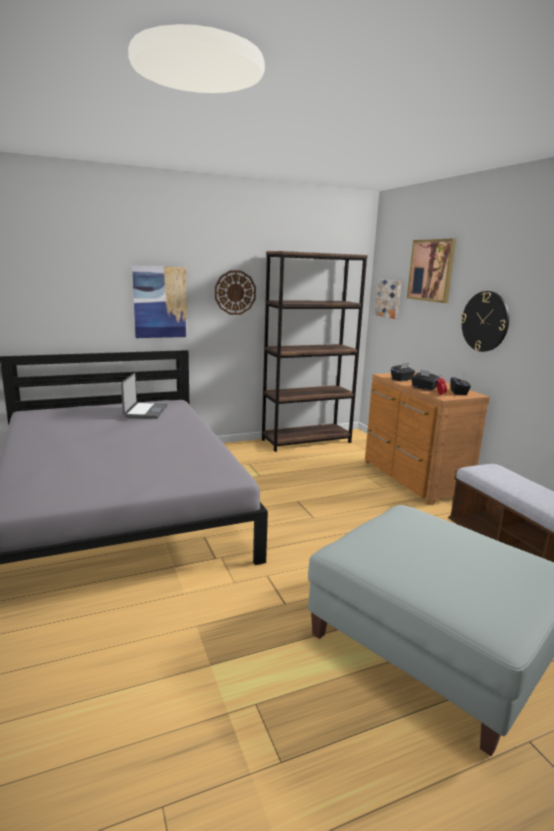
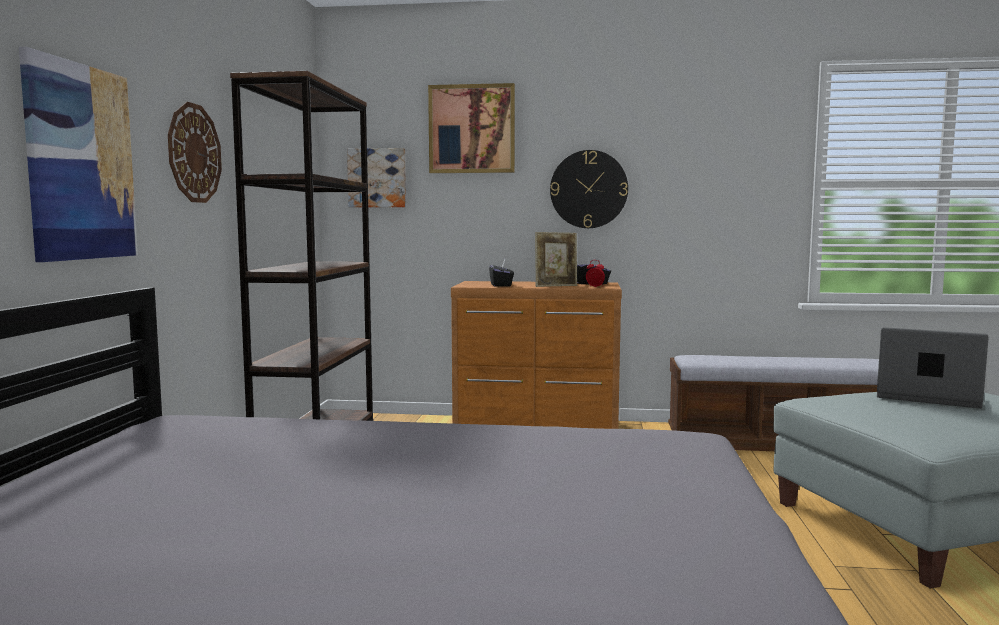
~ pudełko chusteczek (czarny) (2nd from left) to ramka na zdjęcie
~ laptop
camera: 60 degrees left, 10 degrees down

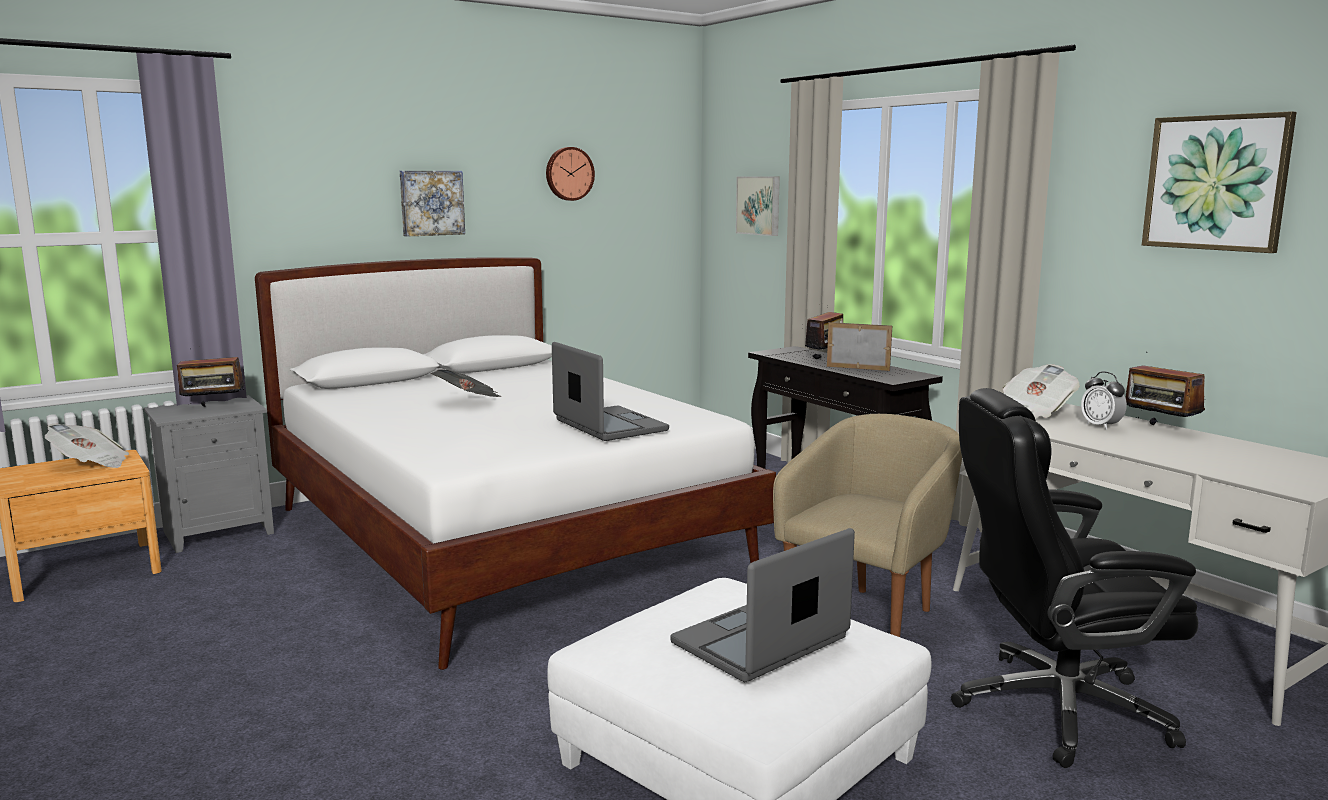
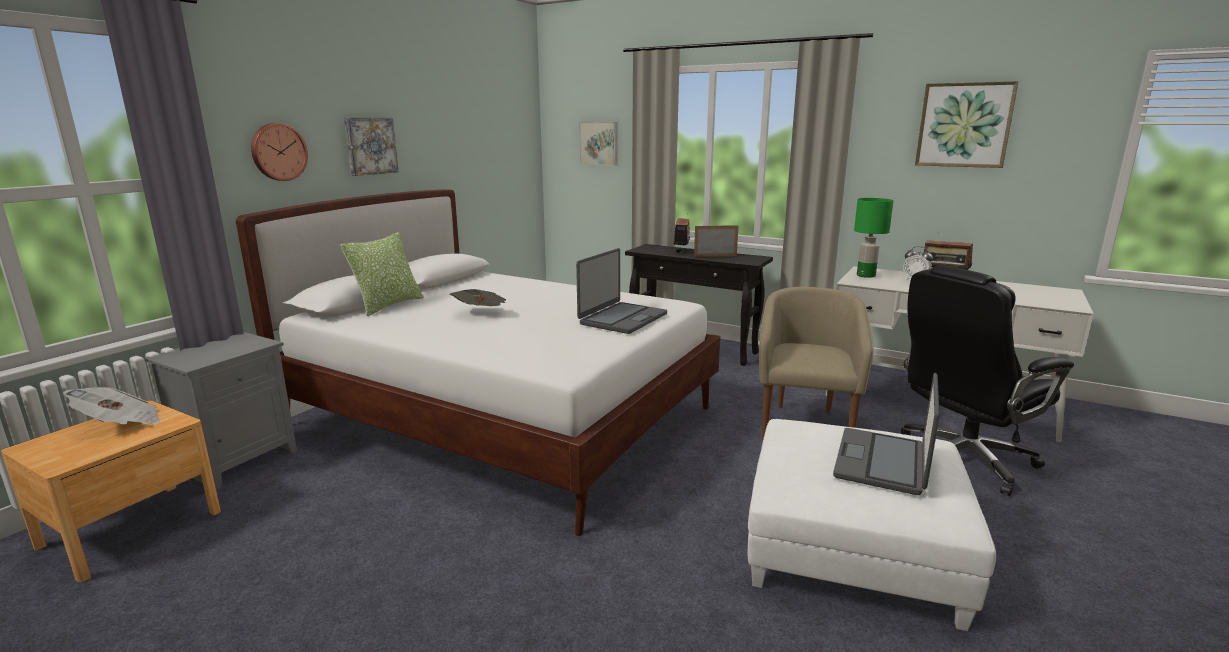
~ zegar ścienny
+ poduszka
~ laptop (1st from left) 90 degrees clockwise
~ gazeta (3rd from left) to lampa stołowa (zielony)
- radio (1st from left)
camera: 25 degrees left, 5 degrees up

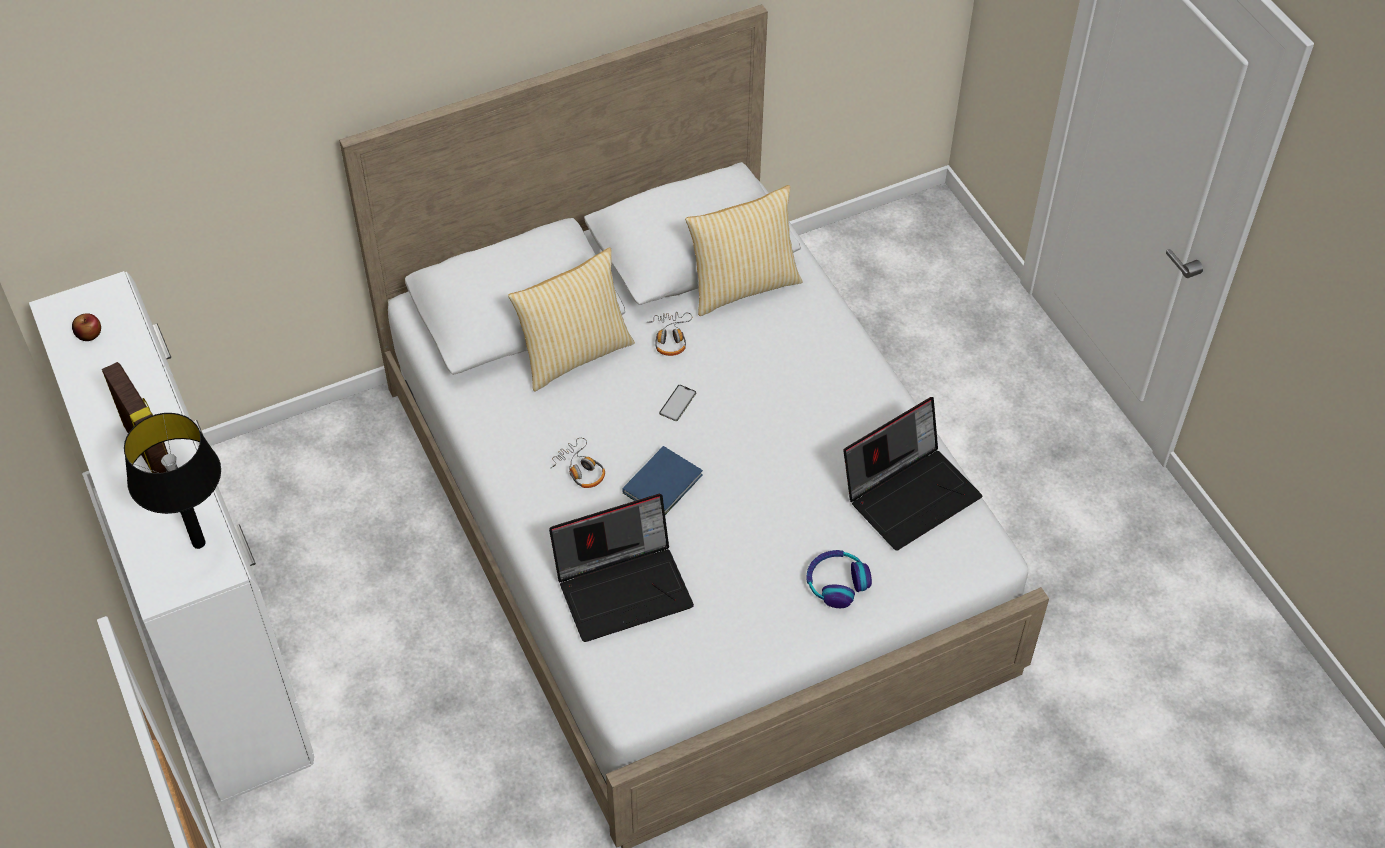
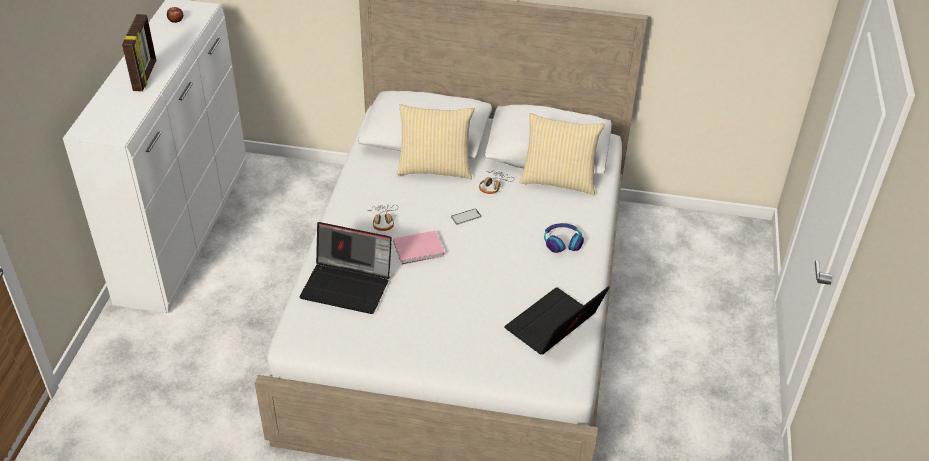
~ książka (niebieski) to książka (różowy)
~ laptop (2nd from left) 135 degrees clockwise
~ słuchawki (3rd from left)
- lampa stołowa (czarny)
camera: 35 degrees right, 10 degrees down

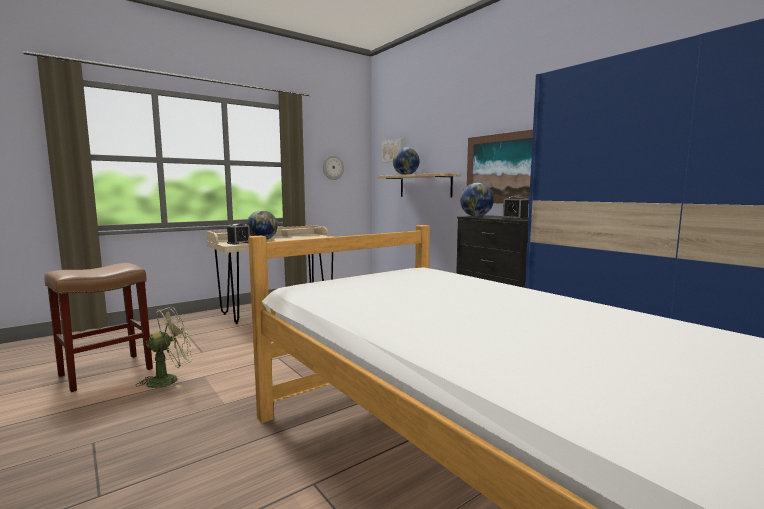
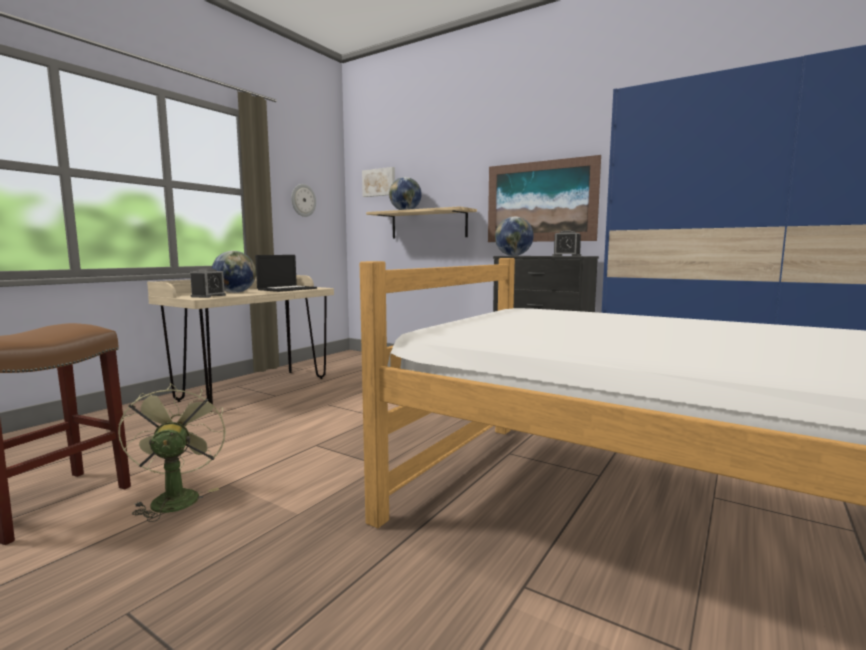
~ wentylator (zielony) 45 degrees counterclockwise
+ laptop
camera: 20 degrees left, 0 degrees up

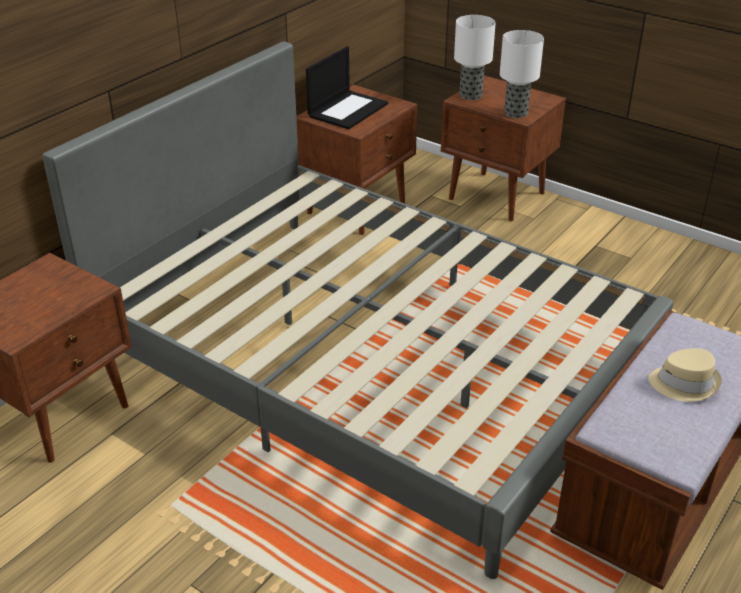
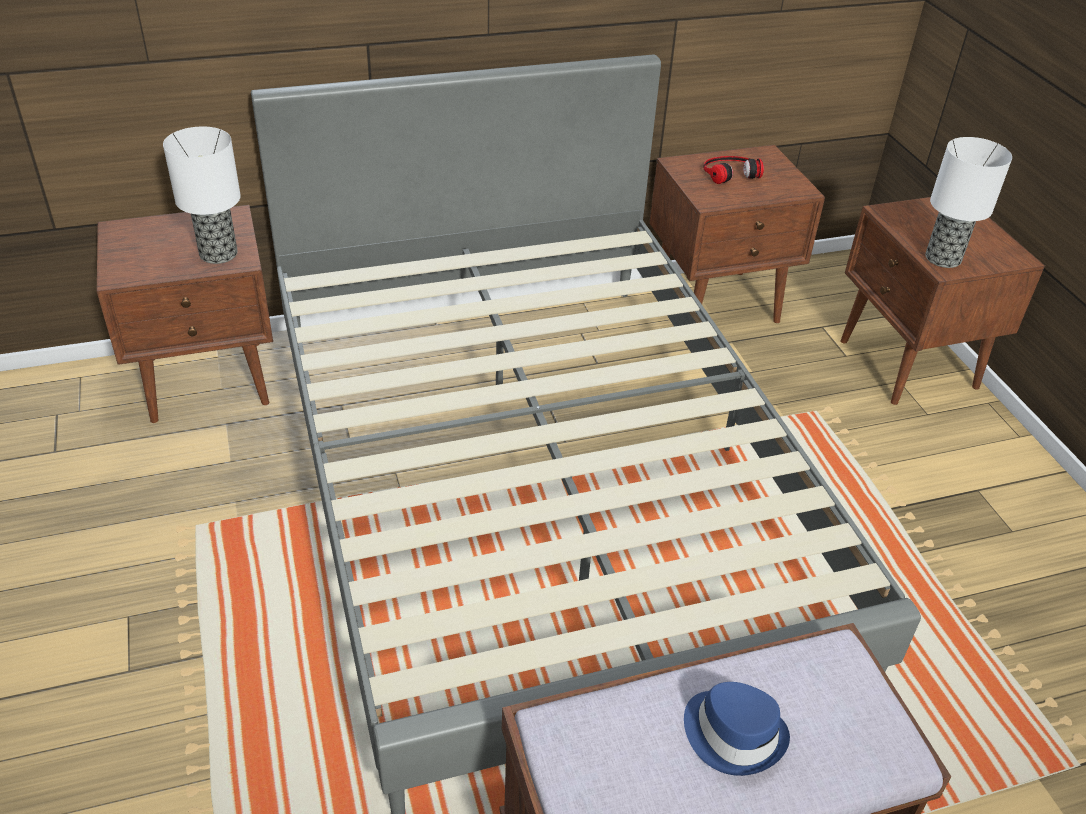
~ lampa stołowa (1st from left)
~ kapelusz (beżowy) to kapelusz (niebieski)
~ laptop to słuchawki
camera: 35 degrees right, 5 degrees up

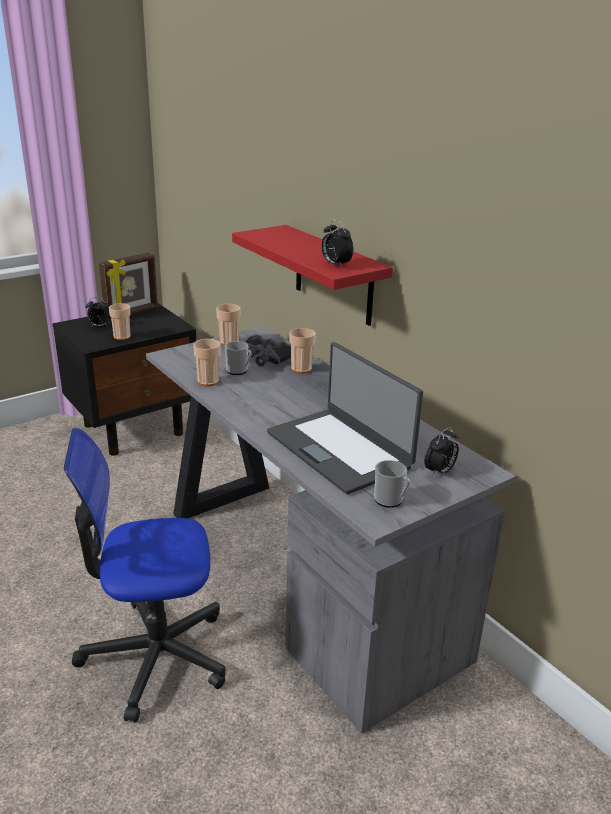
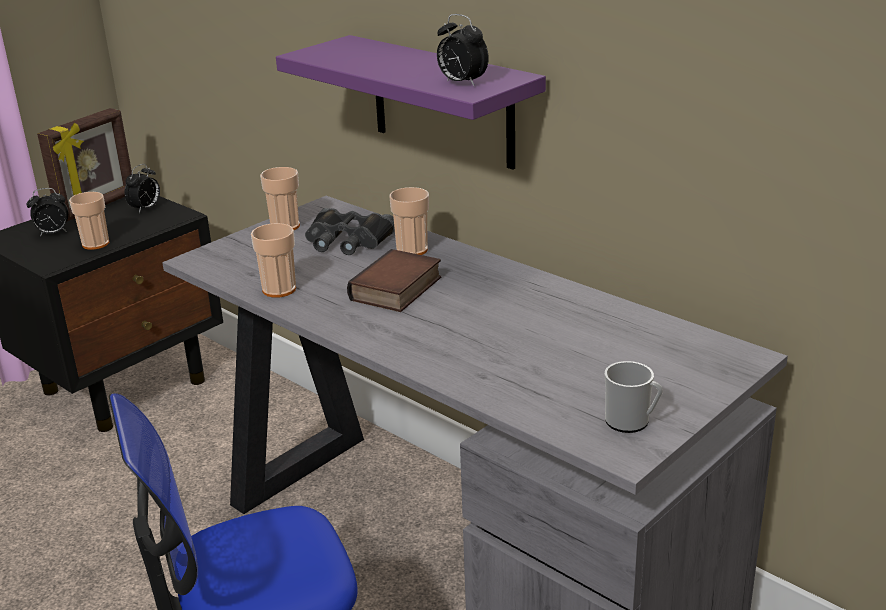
~ budzik (3rd from left in the first image) to budzik (2nd from left)
~ półka (czerwony) to półka (fioletowy)
+ książka
- kubek (1st from left)
- laptop
camera: 10 degrees left, 0 degrees up

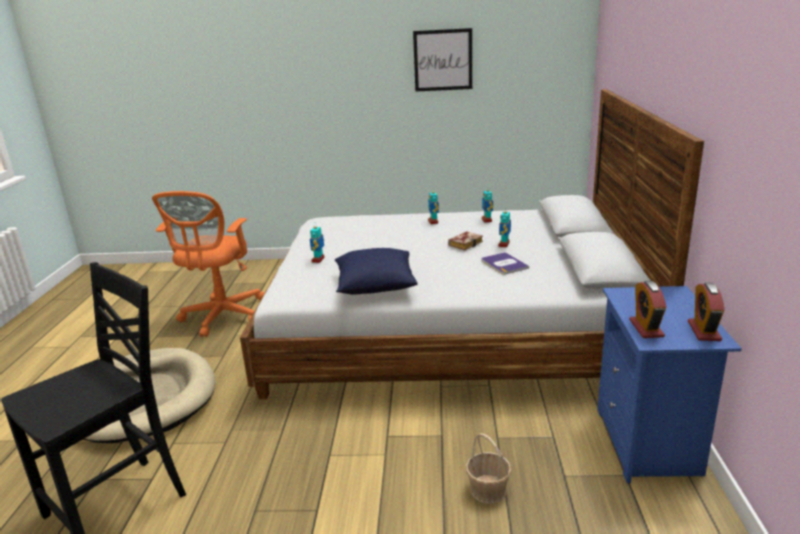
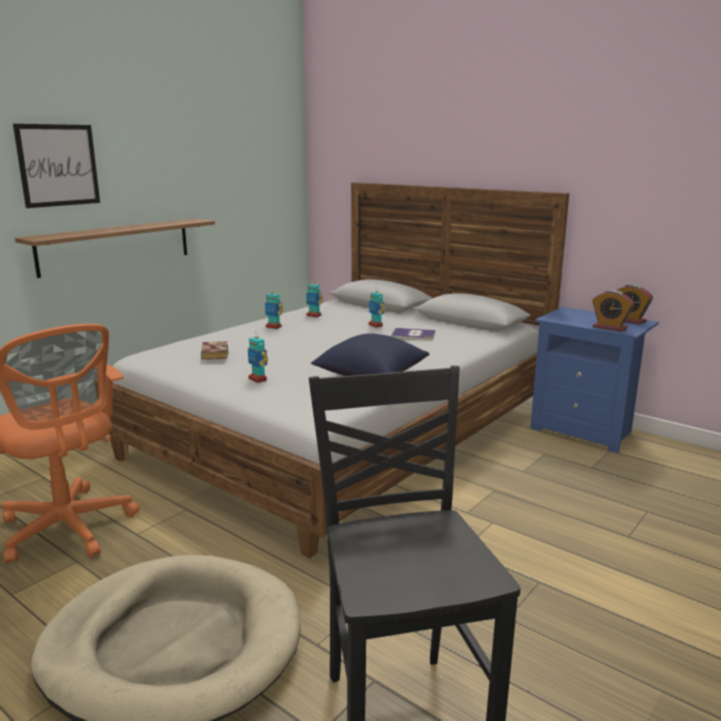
~ obraz
+ półka
~ książka (1st from left)
- koszyk
camera: 55 degrees left, 5 degrees down

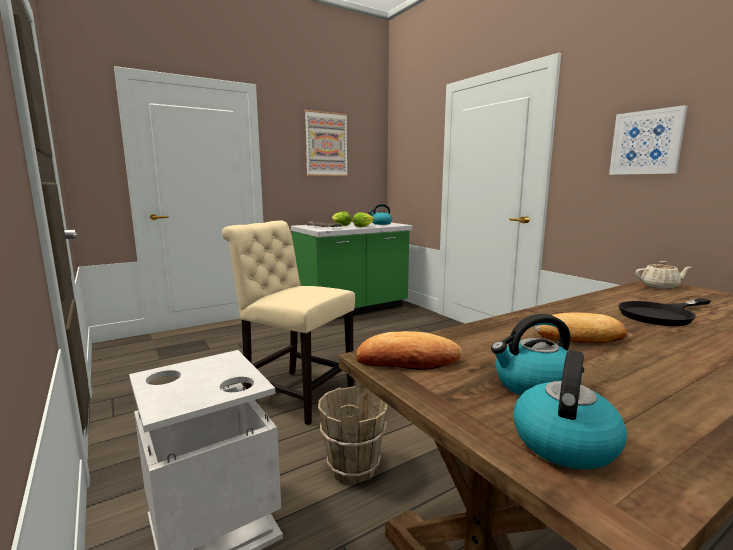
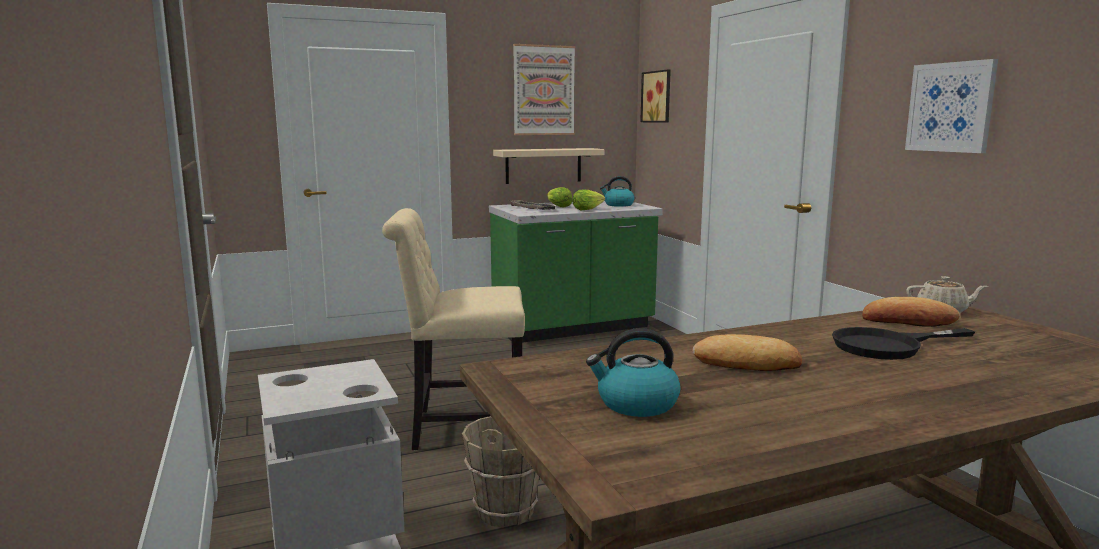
~ krzesło (beżowy) 45 degrees counterclockwise
+ półka (beżowy)
+ obraz (2nd from left)
~ chleb (1st from left in the first image) to chleb (2nd from left)
- czajnik (3rd from left)
camera: 10 degrees right, 0 degrees up

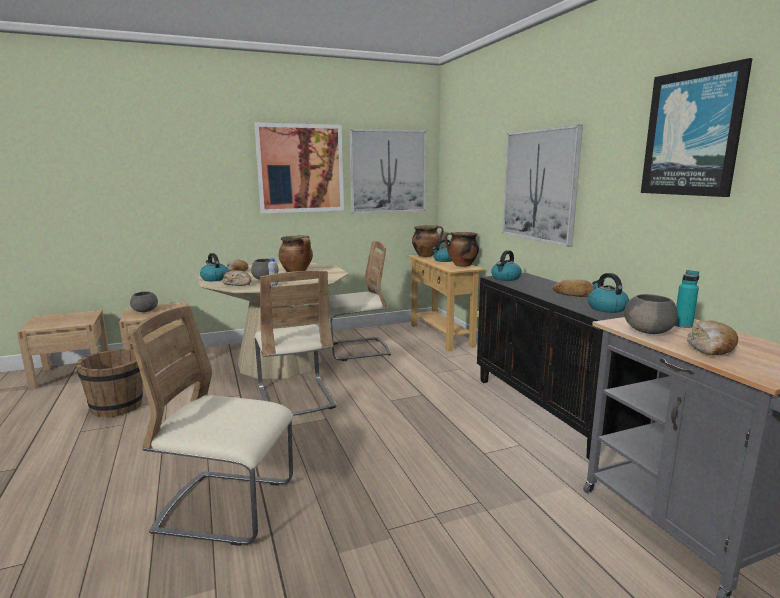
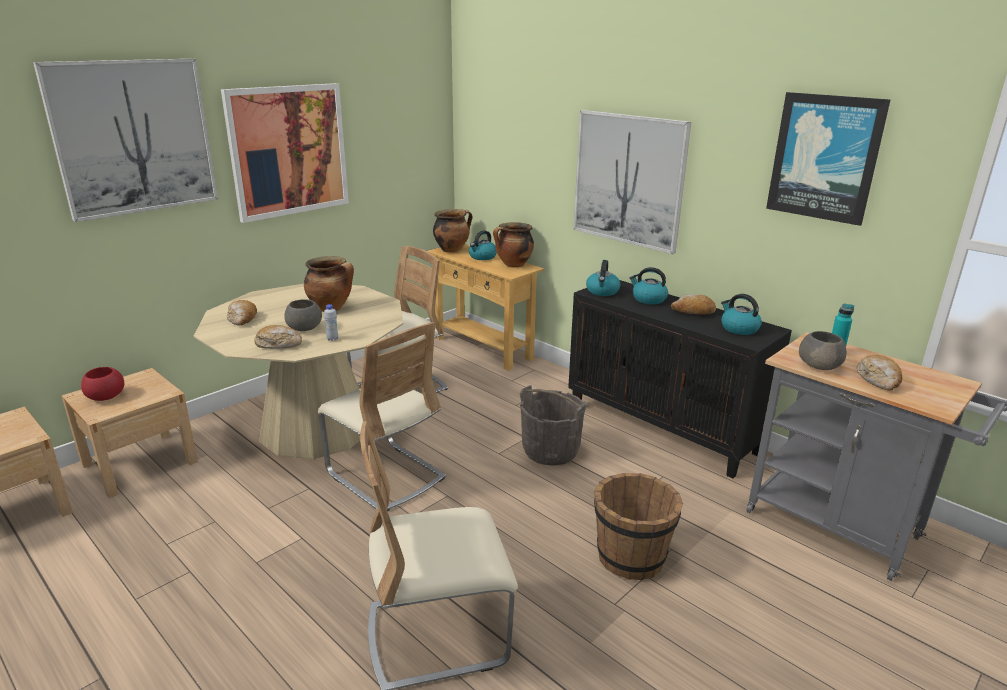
~ obraz (2nd from left in the first image) to obraz (1st from left)
~ miska (szary) (1st from left) to miska (czerwony)
+ wiadro (szary)
~ wiadro (brązowy)
~ czajnik (1st from left in the first image) to czajnik (3rd from left)
camera: 25 degrees left, 10 degrees up

